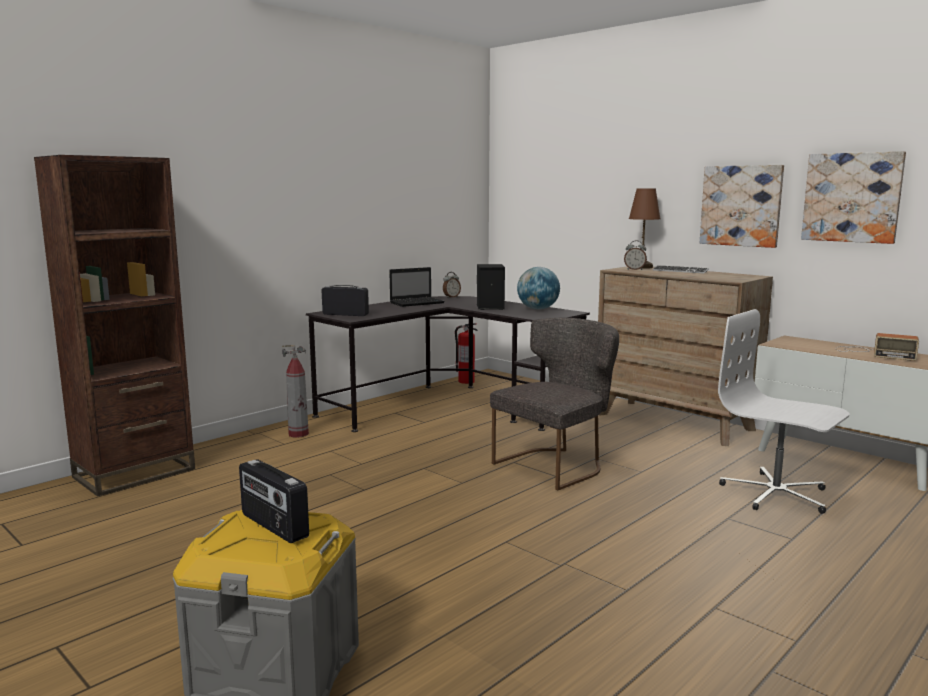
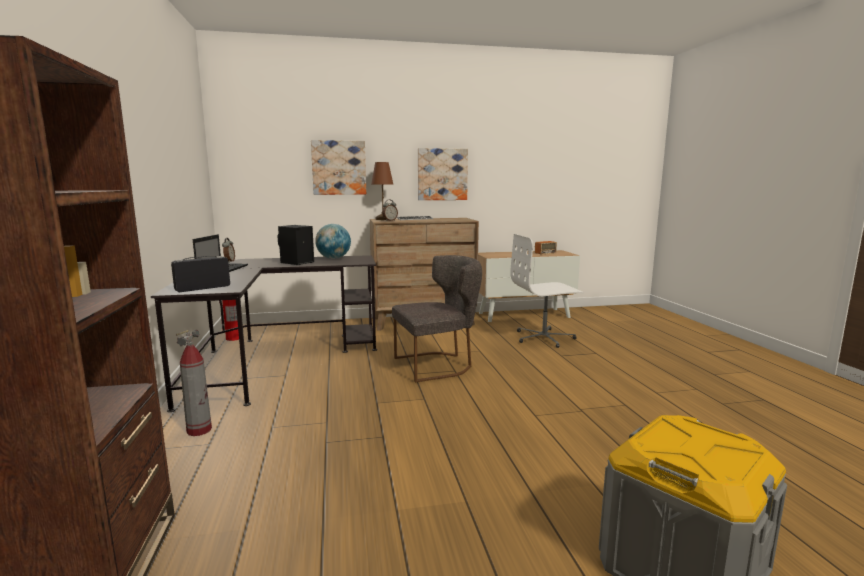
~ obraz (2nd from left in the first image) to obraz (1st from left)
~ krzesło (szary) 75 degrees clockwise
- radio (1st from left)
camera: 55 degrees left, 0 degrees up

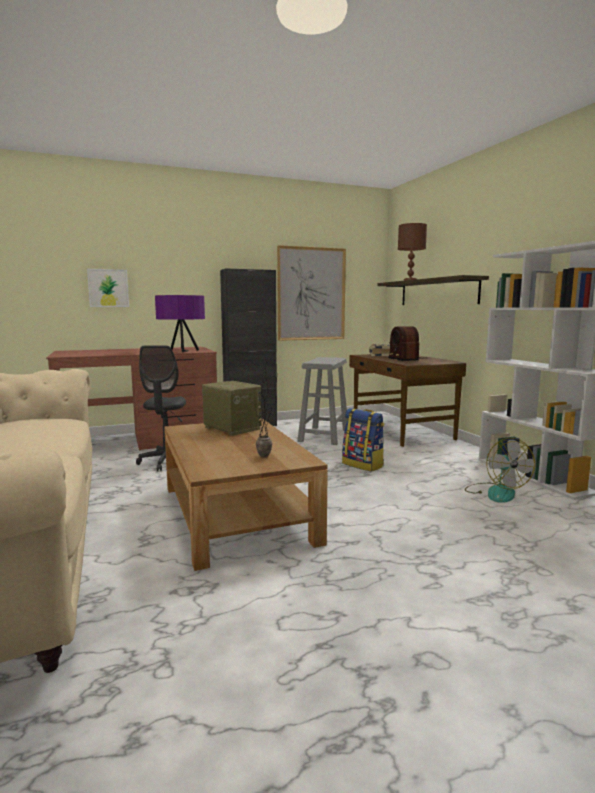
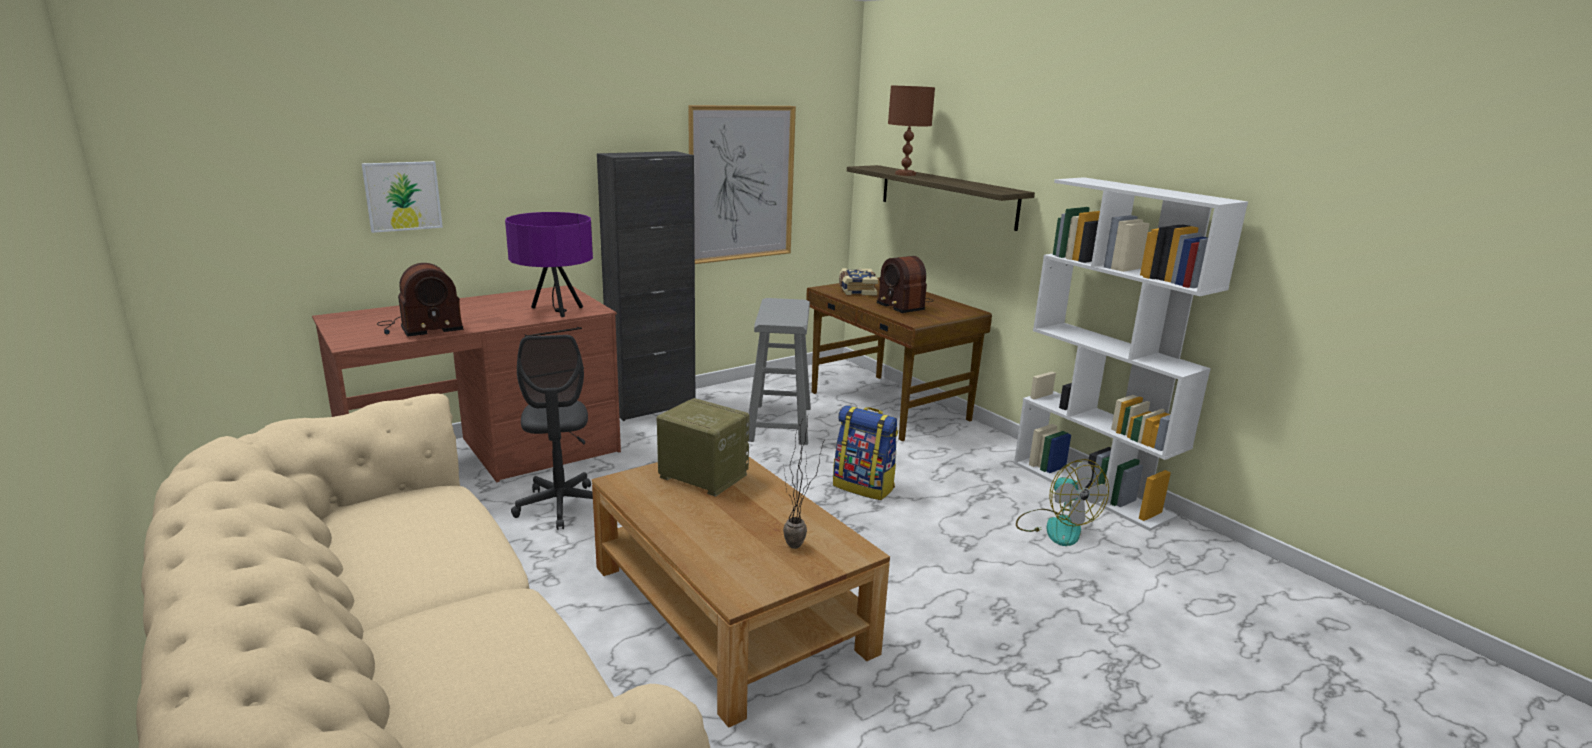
+ radio (1st from left)
camera: 15 degrees left, 10 degrees up

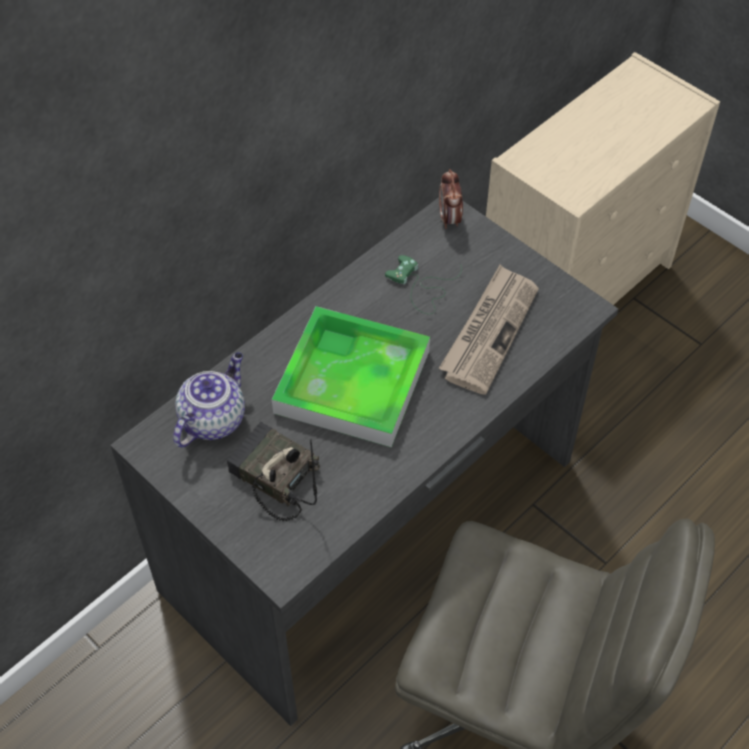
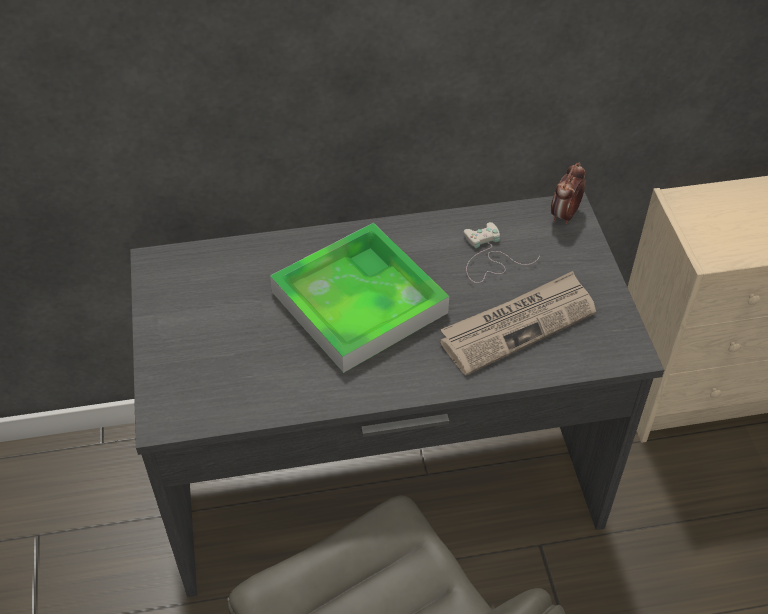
~ pad do gier (zielony) to pad do gier (biały)
- imbryk
- radio
camera: 35 degrees right, 5 degrees down

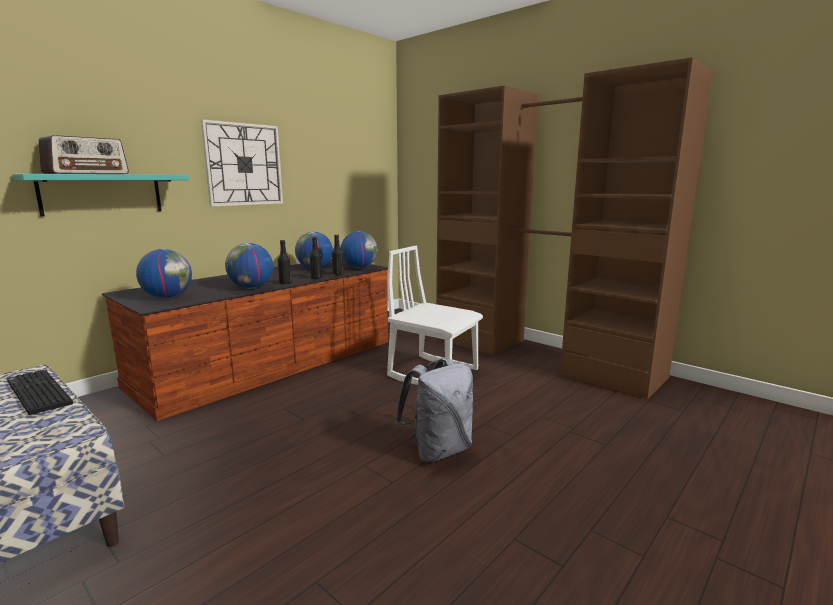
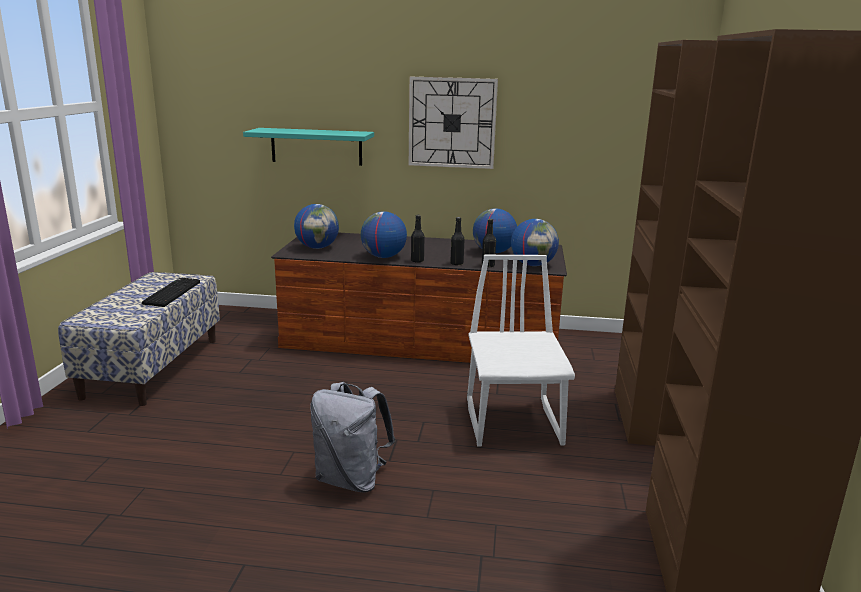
- radio
camera: 55 degrees right, 5 degrees up

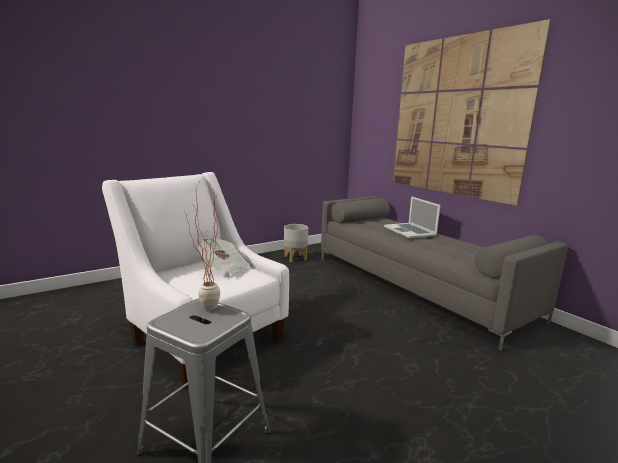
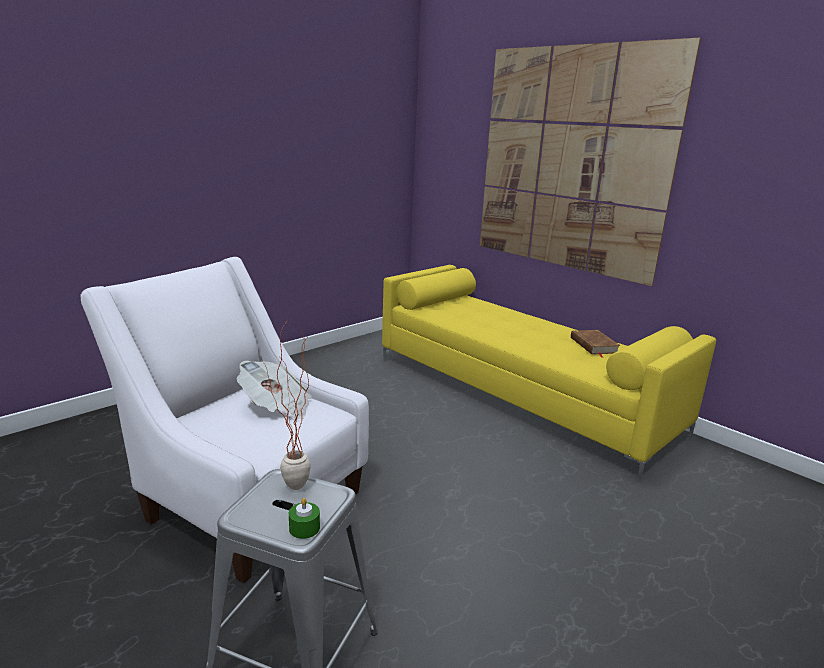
+ świeca (zielony)
~ kanapa (szary) to kanapa (żółty)
+ książka (brązowy)
- donica (szary)
- laptop
camera: 10 degrees left, 5 degrees up

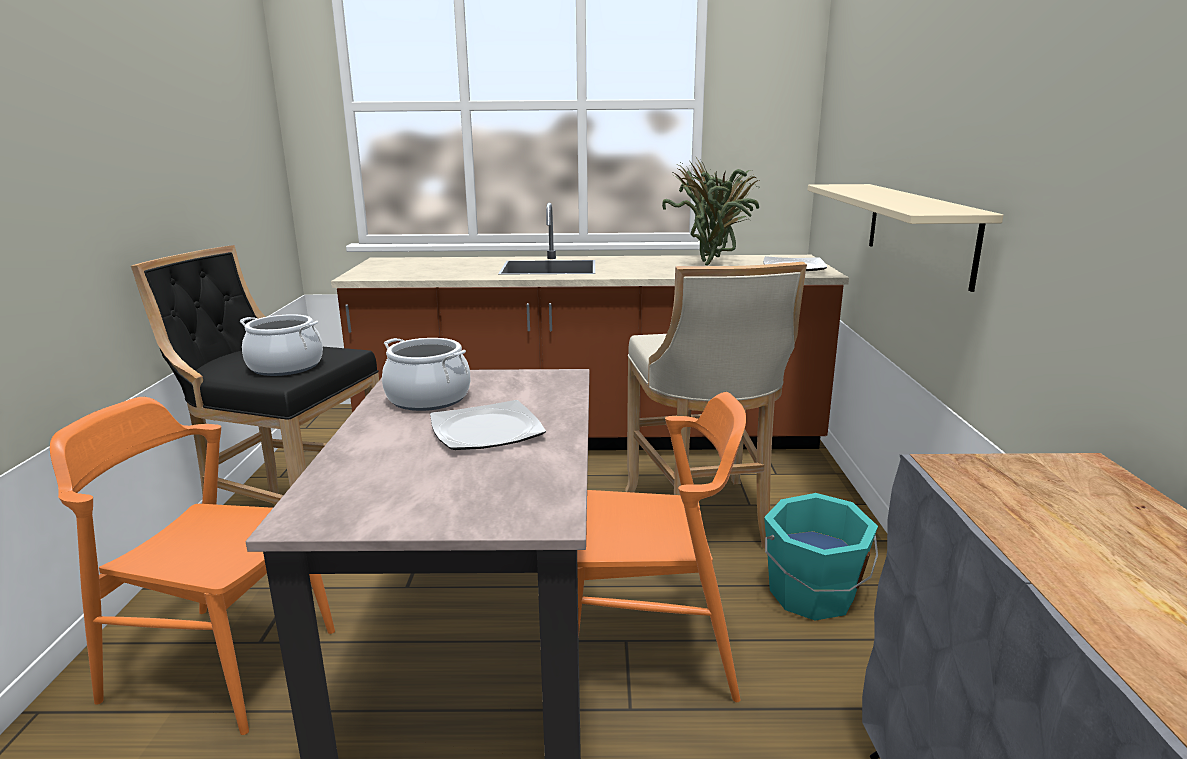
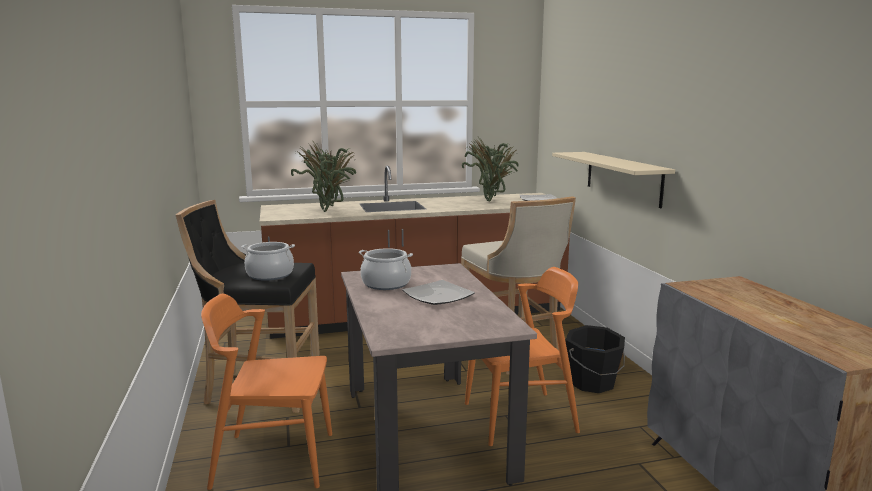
+ roślina doniczkowa (1st from left)
~ wiadro (turkusowy) to wiadro (czarny)
camera: 15 degrees left, 5 degrees down

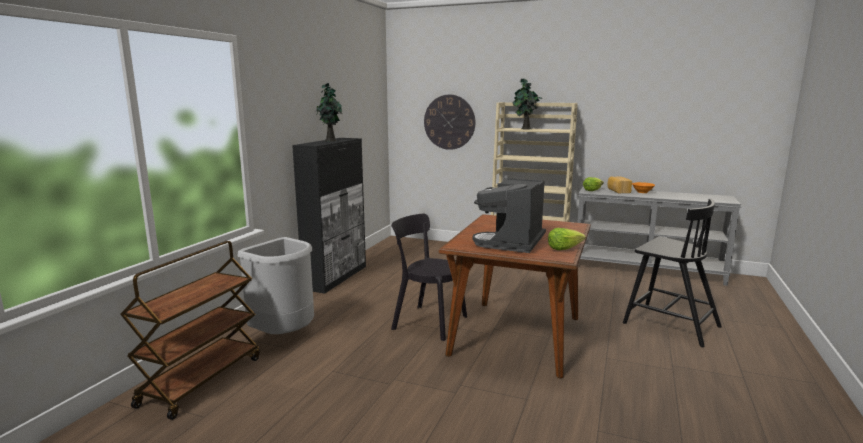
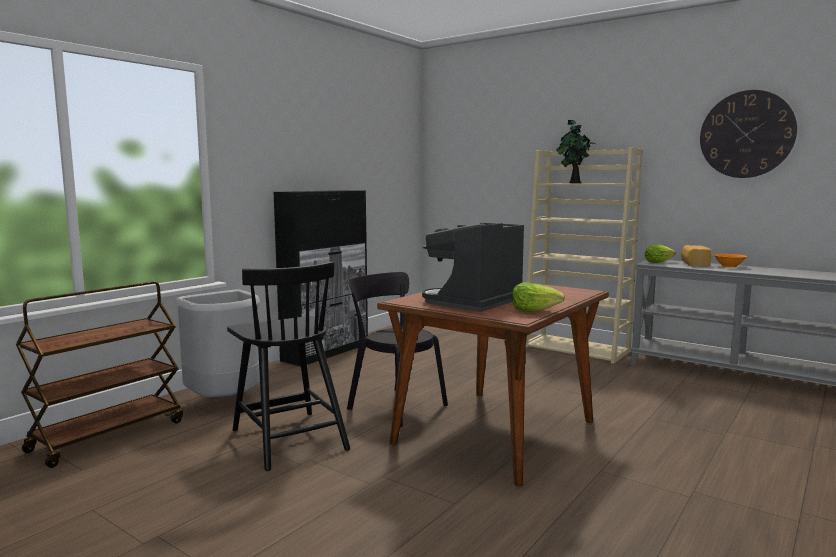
~ krzesło (czarny) (2nd from left in the first image) to krzesło (czarny) (1st from left)
~ zegar ścienny
- roślina doniczkowa (1st from left)
camera: 15 degrees right, 5 degrees down

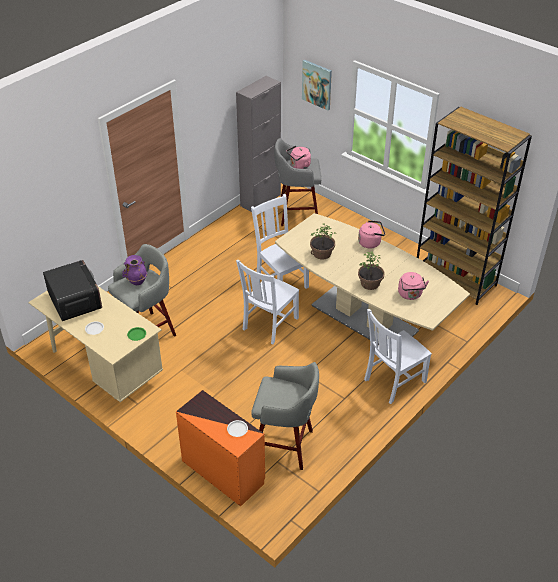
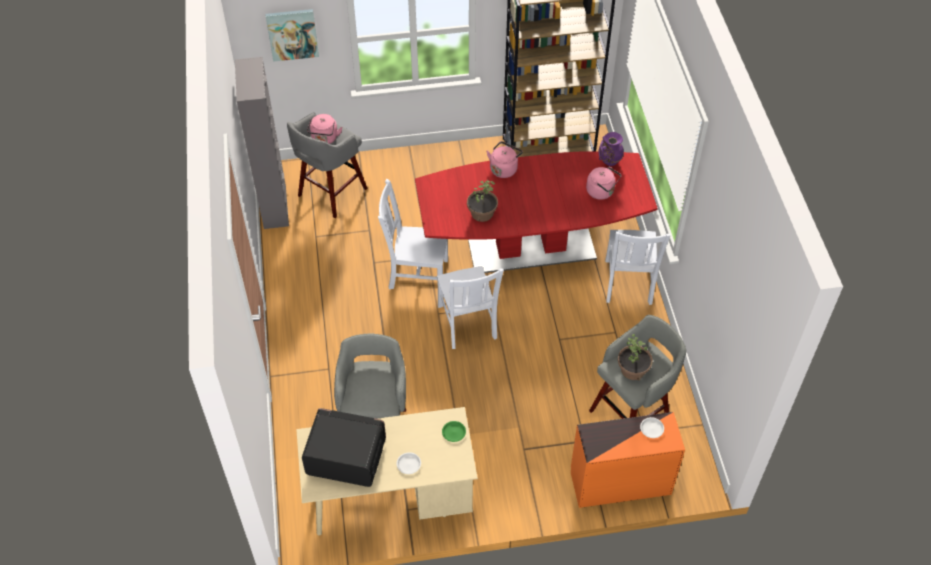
~ stół jadalny (beżowy) to stół jadalny (czerwony)
~ wazon (fioletowy)
~ roślina doniczkowa (2nd from left)
camera: 50 degrees left, 10 degrees up

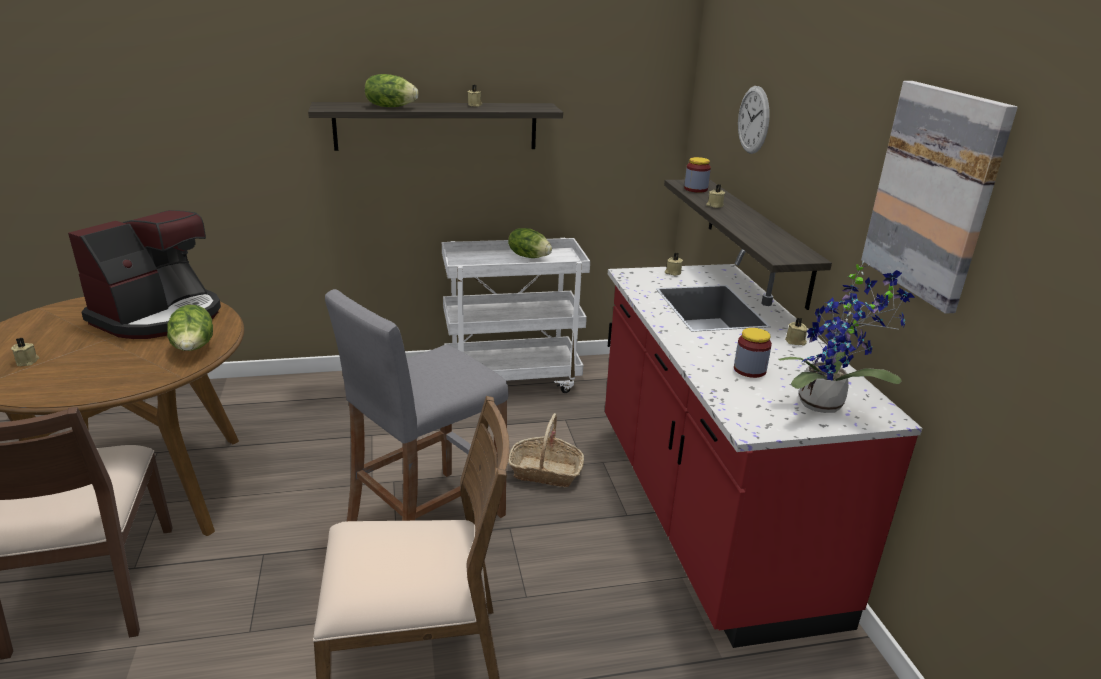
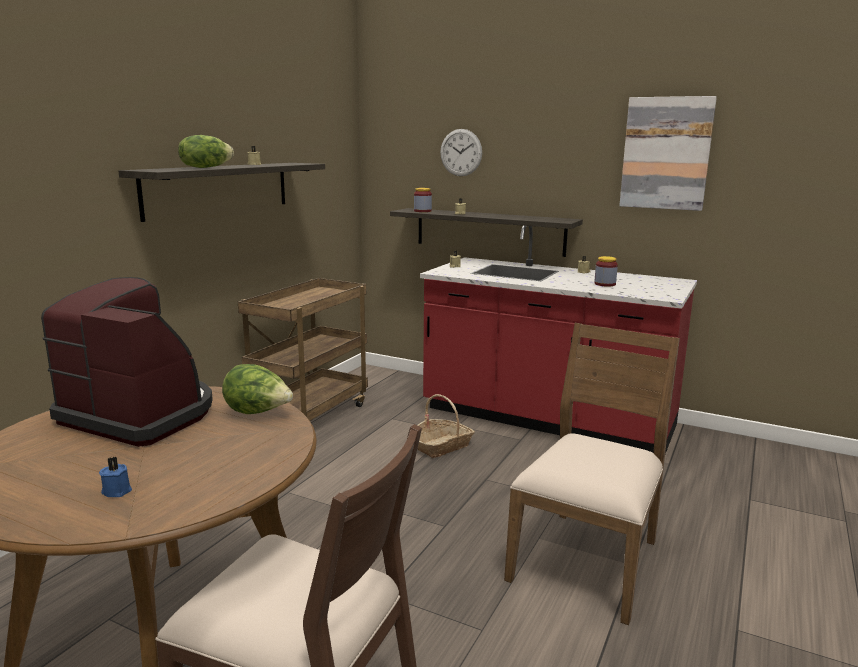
~ ekspres do kawy 45 degrees counterclockwise
~ świeca (beżowy) (1st from left) to świeca (niebieski)
~ wózek (biały) to wózek (brązowy)
- stołek (szary)
- sałata (3rd from left)
- roślina doniczkowa
camera: 50 degrees left, 10 degrees down

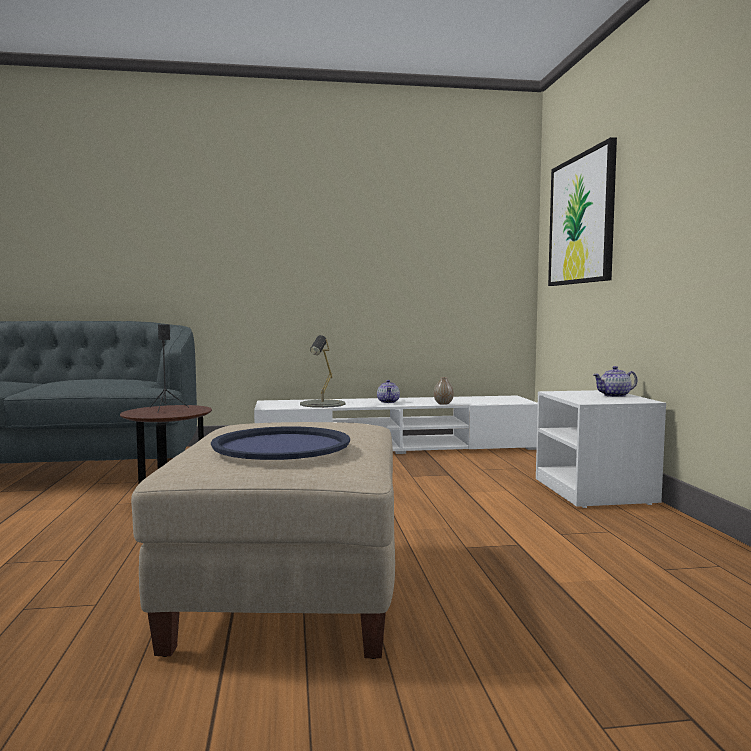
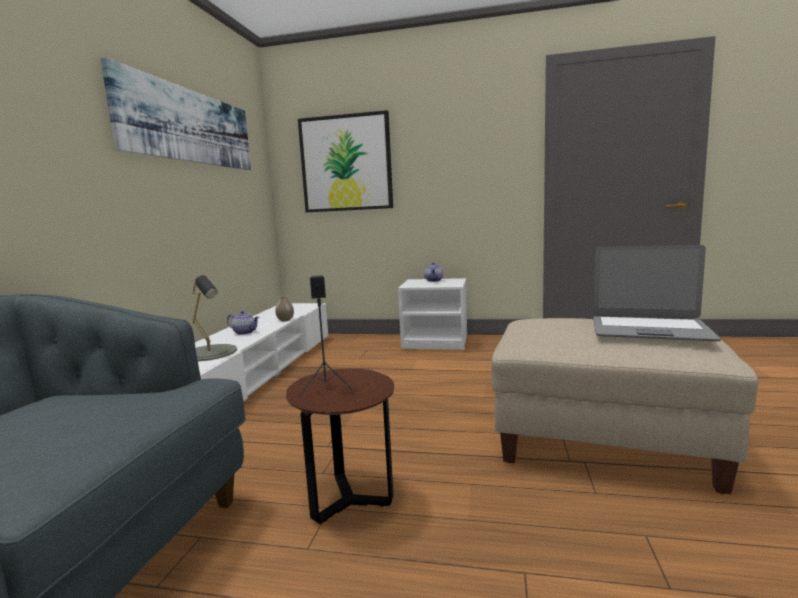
+ obraz (1st from left)
~ taca (niebieski) to laptop
camera: 70 degrees left, 5 degrees up

